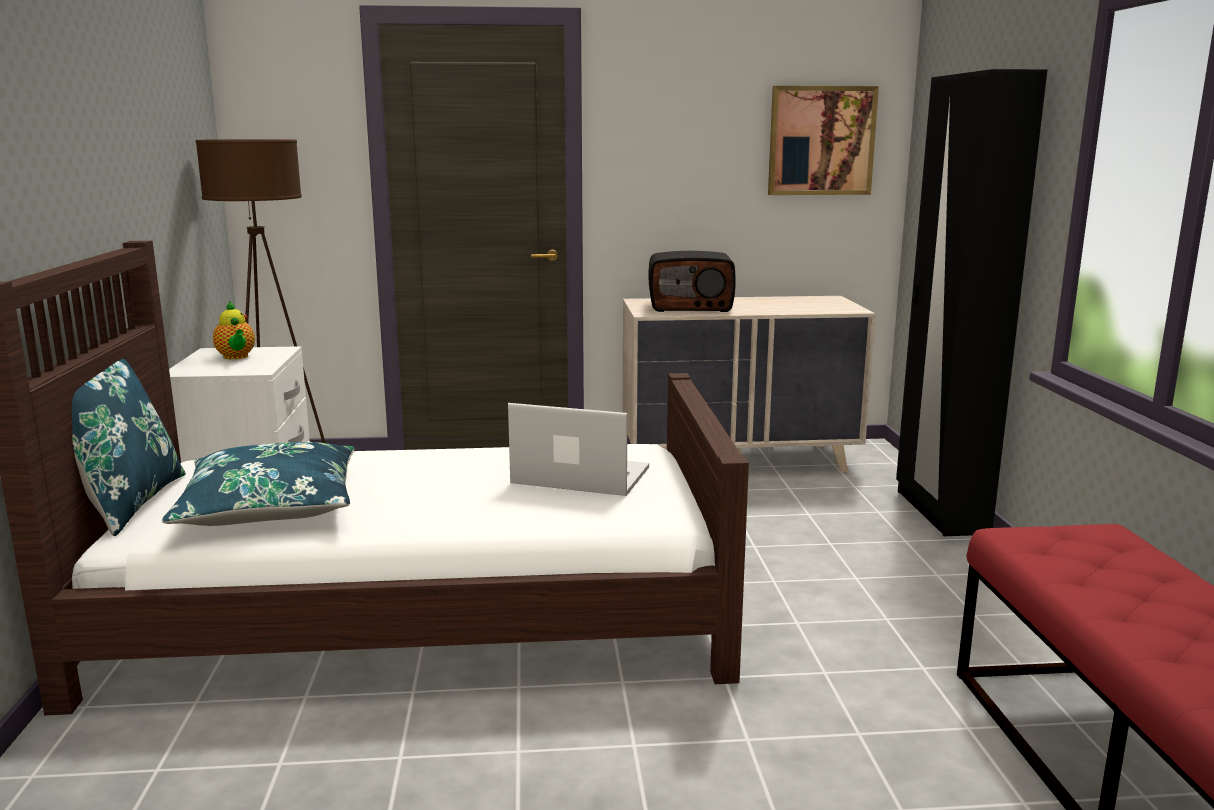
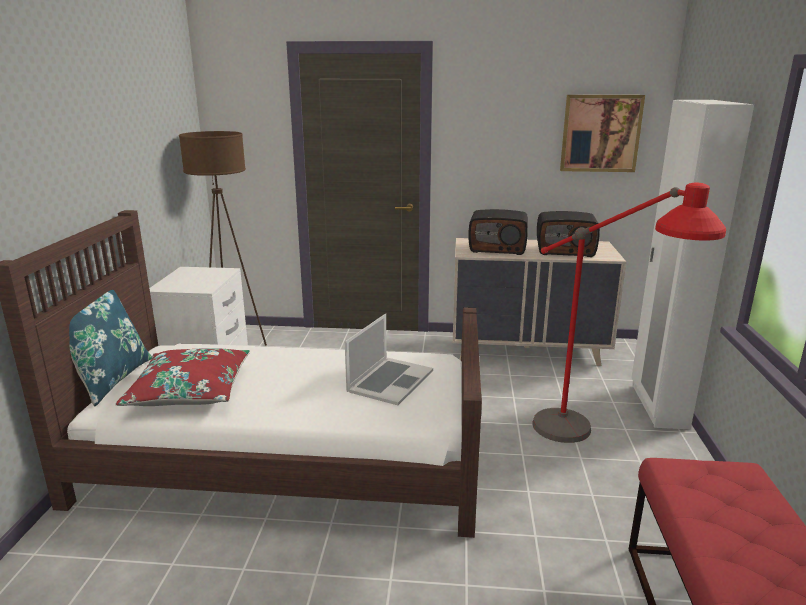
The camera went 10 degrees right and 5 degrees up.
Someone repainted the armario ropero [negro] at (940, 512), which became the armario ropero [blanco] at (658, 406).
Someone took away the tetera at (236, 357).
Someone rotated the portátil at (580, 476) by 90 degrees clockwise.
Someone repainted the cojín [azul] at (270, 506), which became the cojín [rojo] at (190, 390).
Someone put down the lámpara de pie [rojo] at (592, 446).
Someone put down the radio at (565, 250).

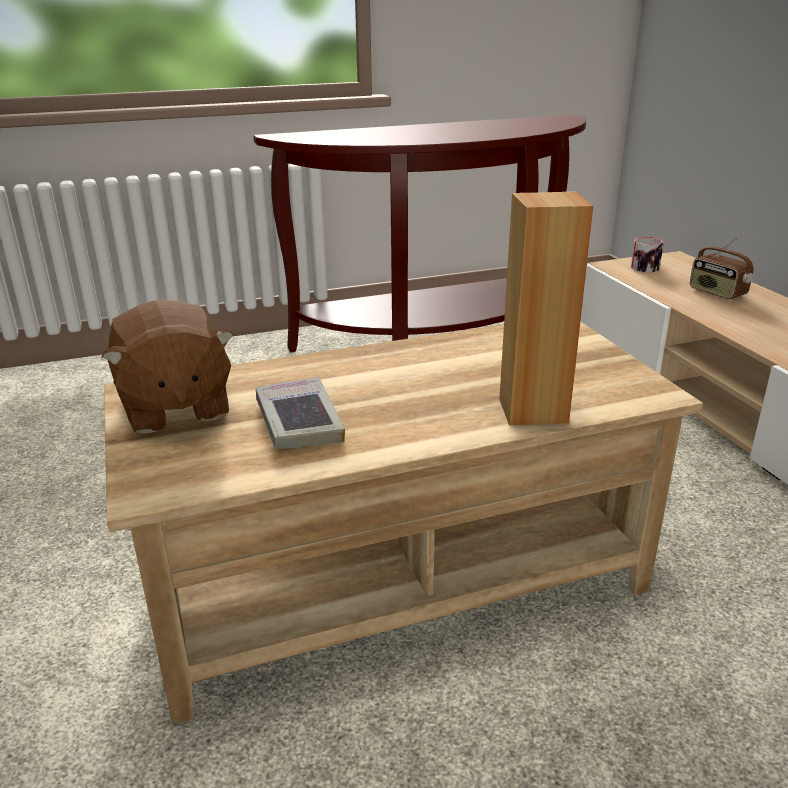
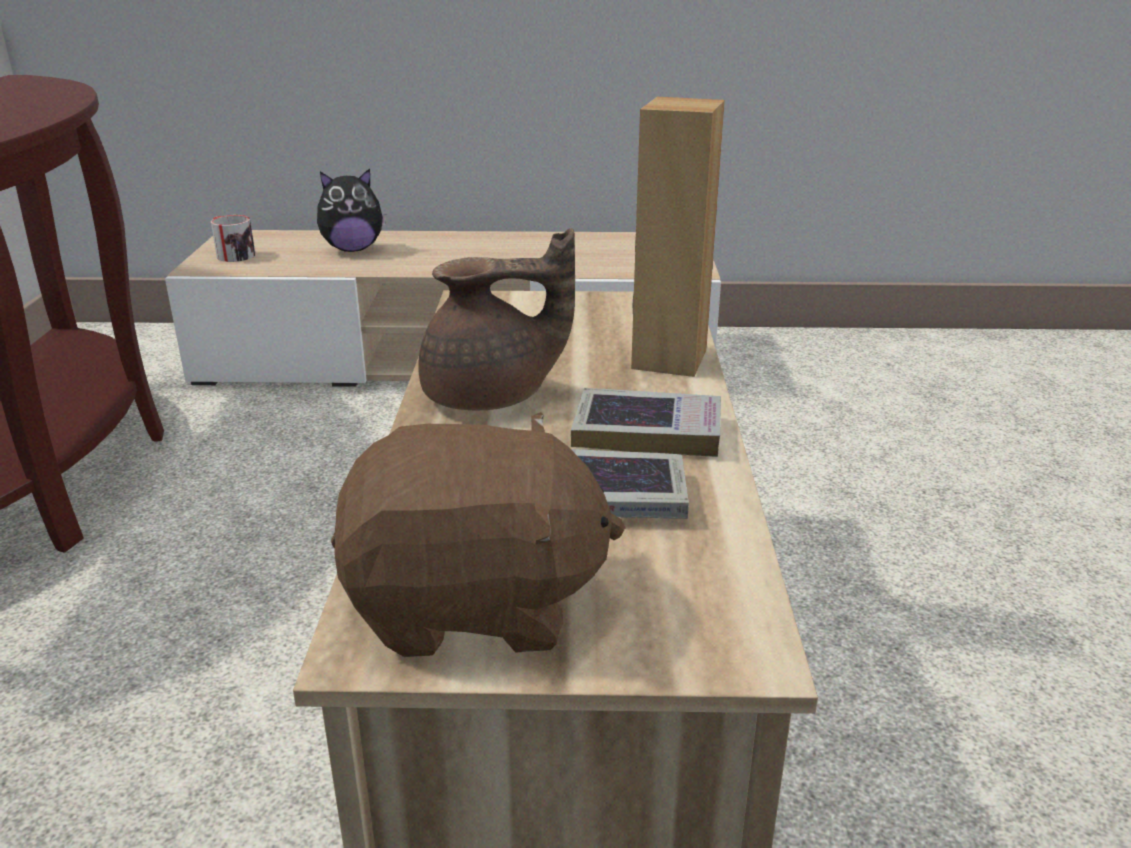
The camera went 70 degrees left and 0 degrees up.
Someone swapped the radio at (717, 292) for the peluche at (353, 249).
Someone put down the tetera [marrón] at (491, 397).
Someone put down the libro at (647, 432).

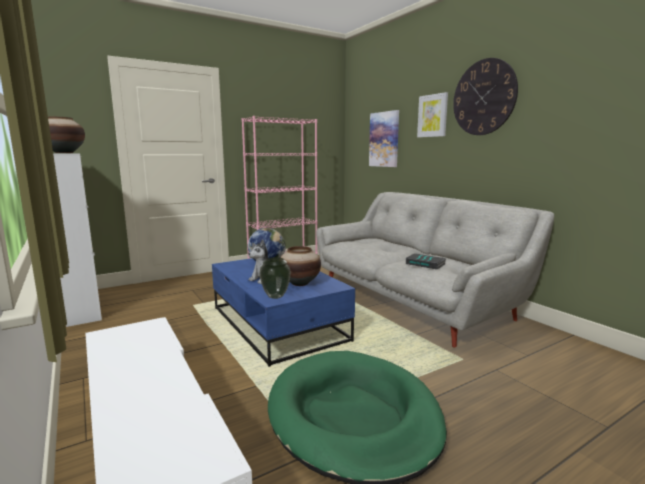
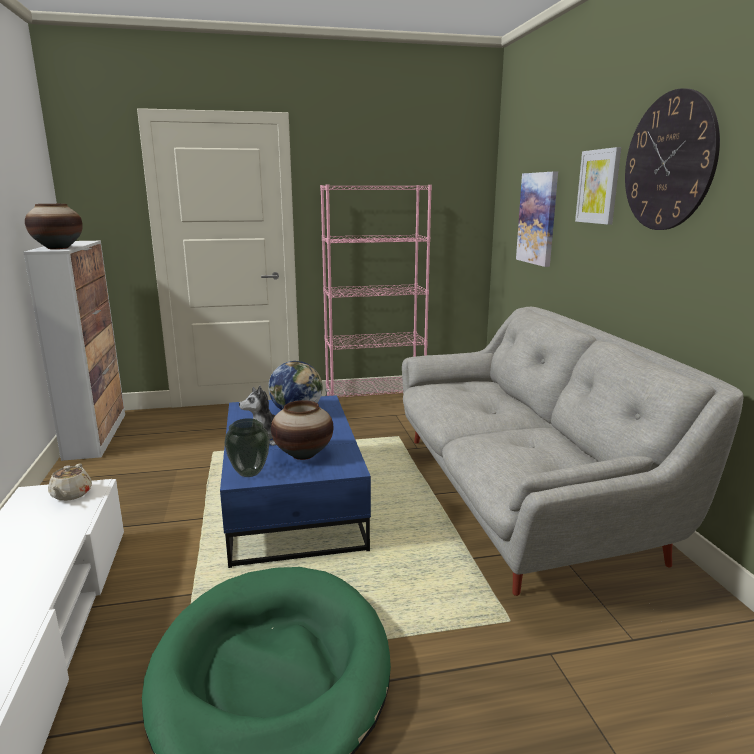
The camera went 20 degrees right and 5 degrees up.
Someone took away the libro at (426, 264).
Someone put down the tetera [beis] at (71, 494).

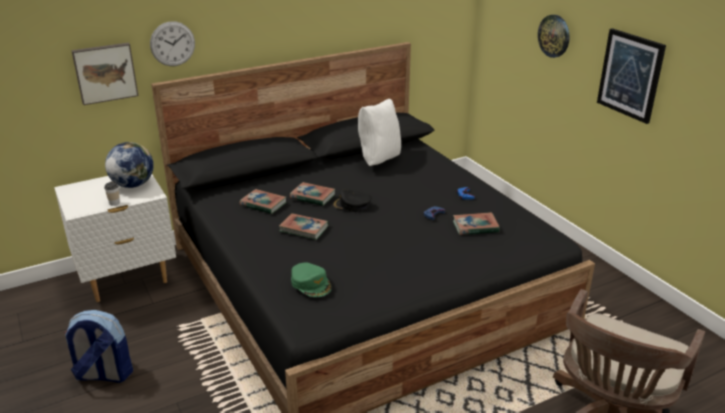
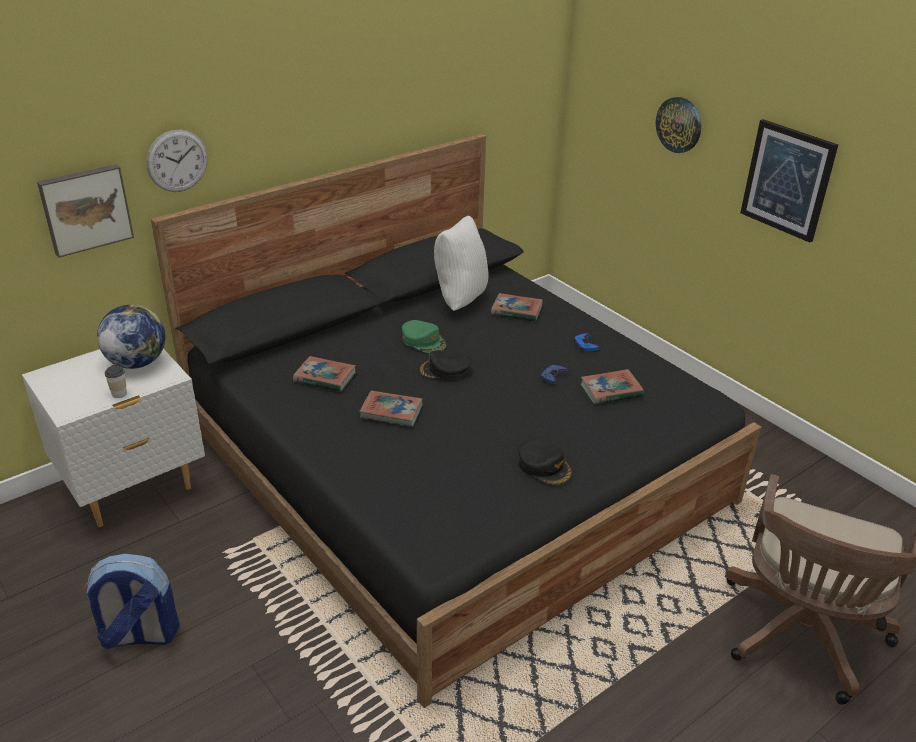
The camera went 10 degrees left and 5 degrees up.
Someone carried the libro from (312, 196) to (516, 311).
Someone carried the gorra [verde] from (311, 283) to (424, 341).
Someone put down the gorra [negro] at (544, 467).

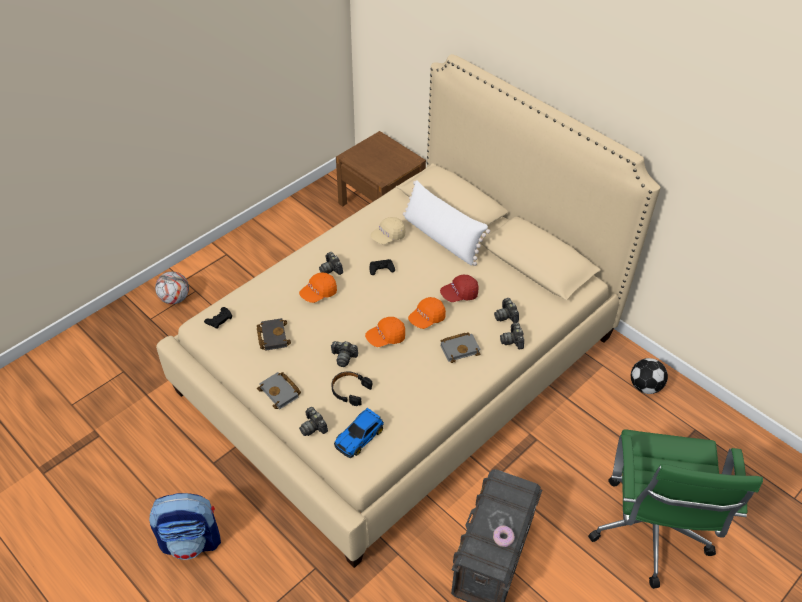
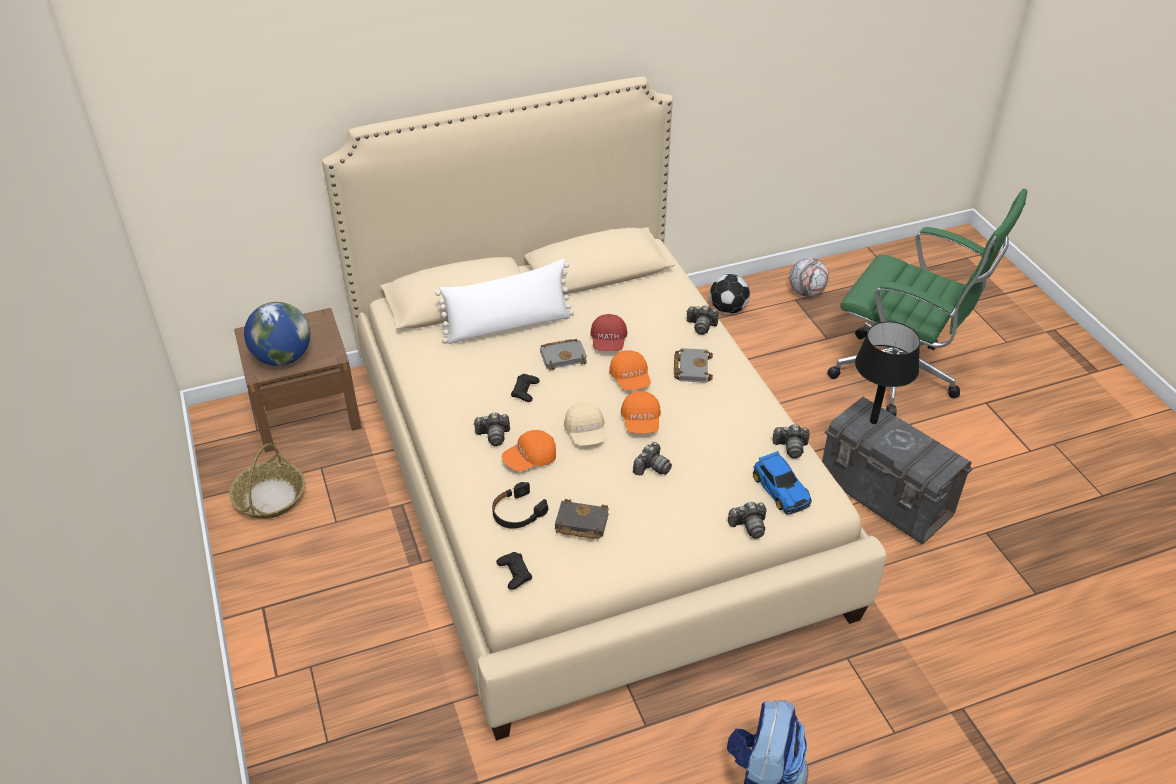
The camera went 65 degrees left and 5 degrees down.
Someone carried the gorra [beis] from (388, 236) to (586, 433).
Someone carried the balón de fútbol from (175, 299) to (806, 292).
Someone rotated the gorra [naranja] at (318, 293) by 75 degrees clockwise.
Someone carried the cámara from (506, 316) to (790, 447).
Someone carried the auriculares [negro] from (350, 390) to (517, 512).
Someone carried the libro [gris] from (281, 392) to (564, 356).
Someone took away the rosquilla at (503, 538).
Someone put down the globo terráqueo at (283, 358).
Someone put down the lámpara de mesa [negro] at (873, 421).
Someone put down the cesta at (270, 497).

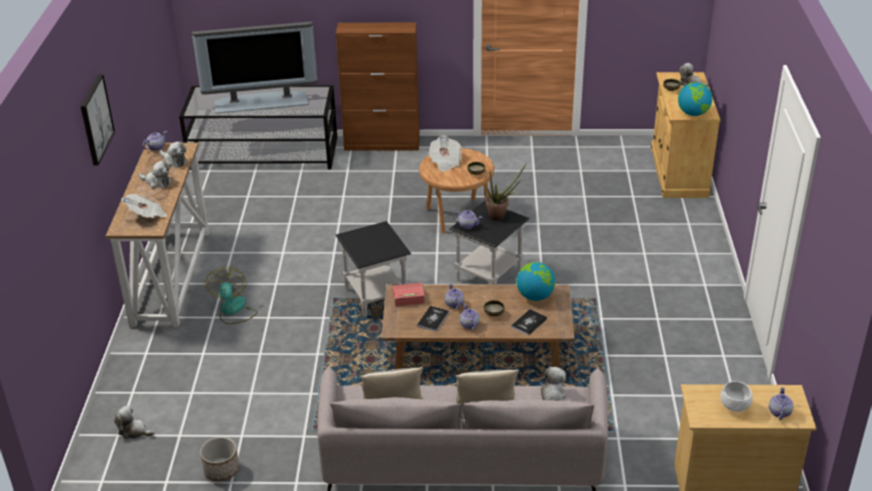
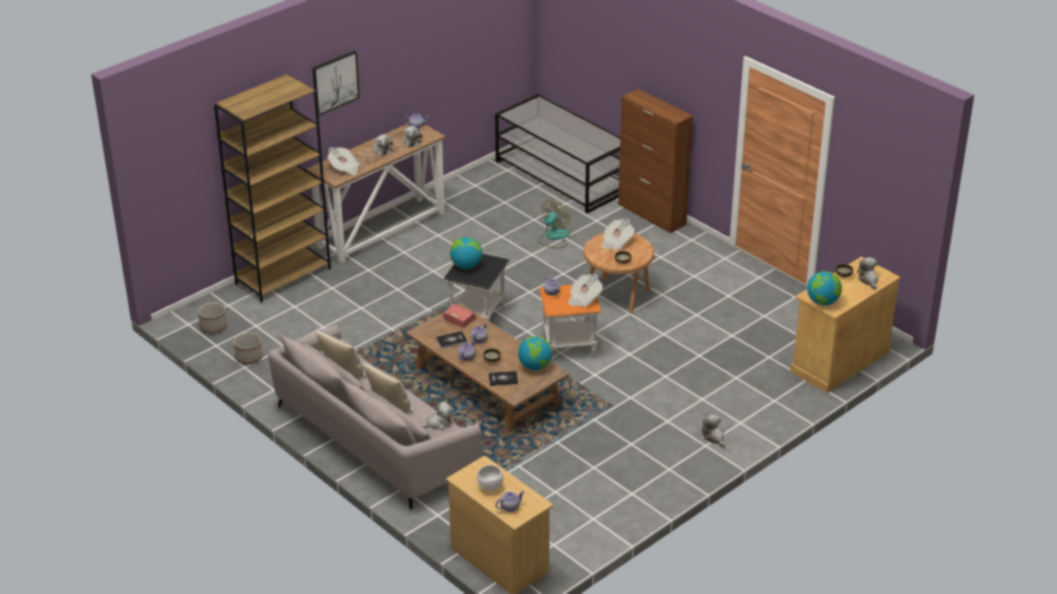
The camera went 45 degrees right and 0 degrees up.
Someone took away the televisor at (261, 101).
Someone swapped the planta en maceta at (500, 216) for the periódico at (583, 298).
Someone repainted the mesa auxiliar [negro] at (489, 276), which became the mesa auxiliar [naranja] at (569, 347).
Someone carried the ventilador from (233, 310) to (553, 237).
Someone carried the peluche from (134, 431) to (714, 437).
Someone put down the estantería [marrón] at (283, 276).
Someone put down the globo terráqueo at (466, 266).
Someone put down the maceta at (213, 327).

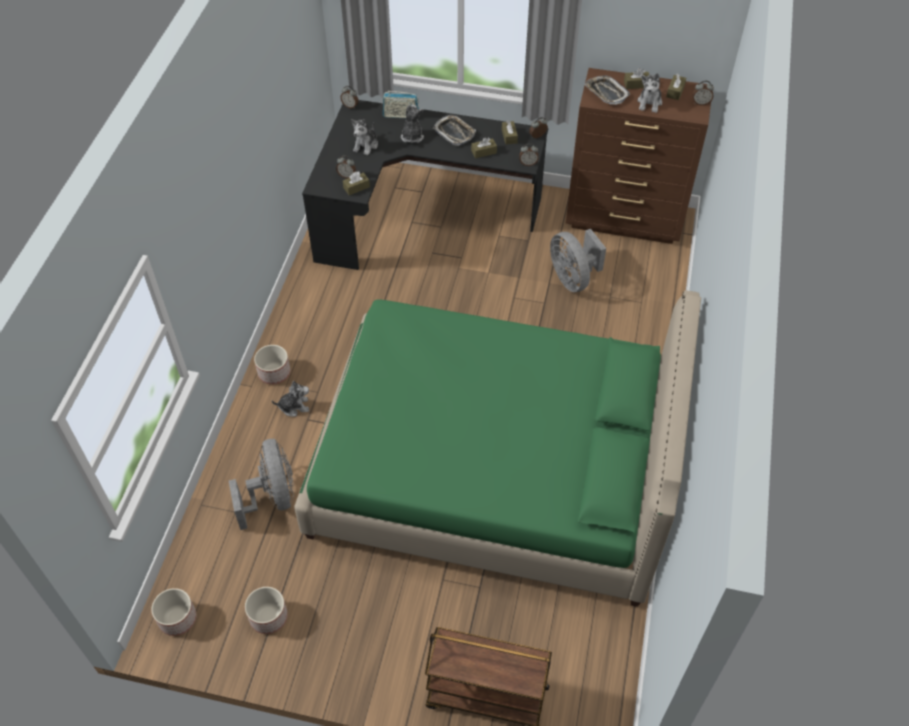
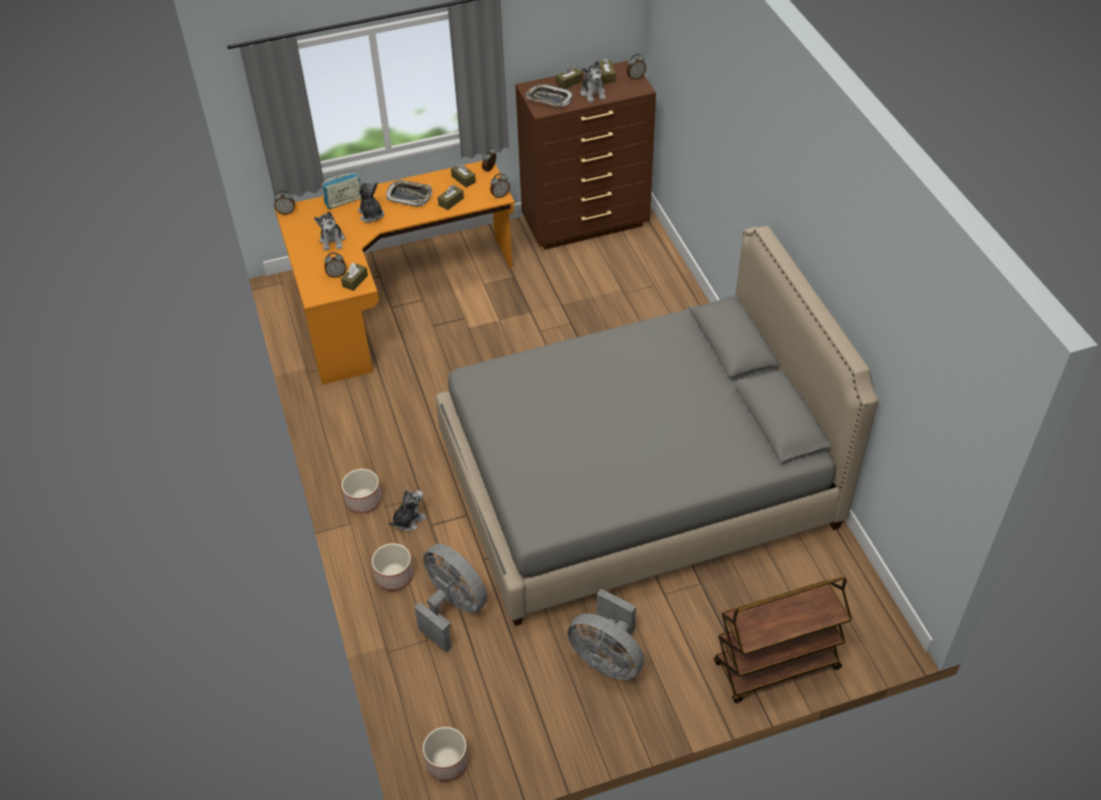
The camera went 30 degrees left and 5 degrees down.
Someone repainted the escritorio [negro] at (418, 214), which became the escritorio [naranja] at (392, 298).
Someone carried the ventilador [gris] from (572, 278) to (607, 658).
Someone repainted the cama [verde] at (493, 469), which became the cama [gris] at (636, 482).
Someone carried the maceta from (268, 616) to (394, 576).

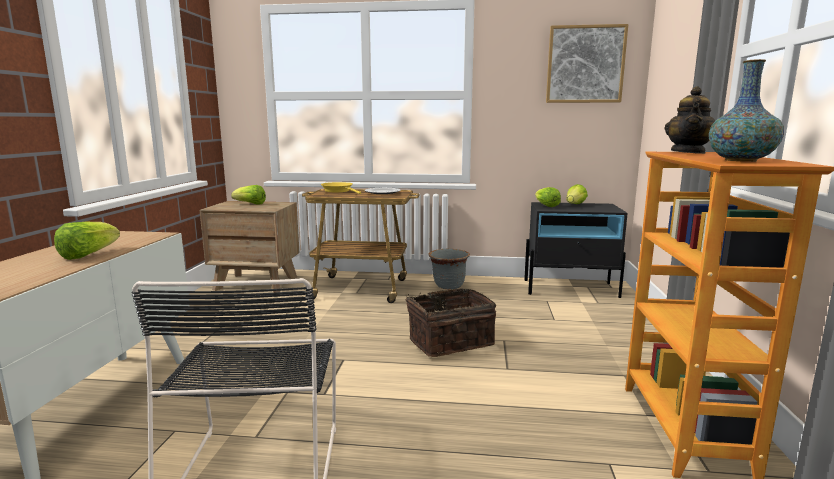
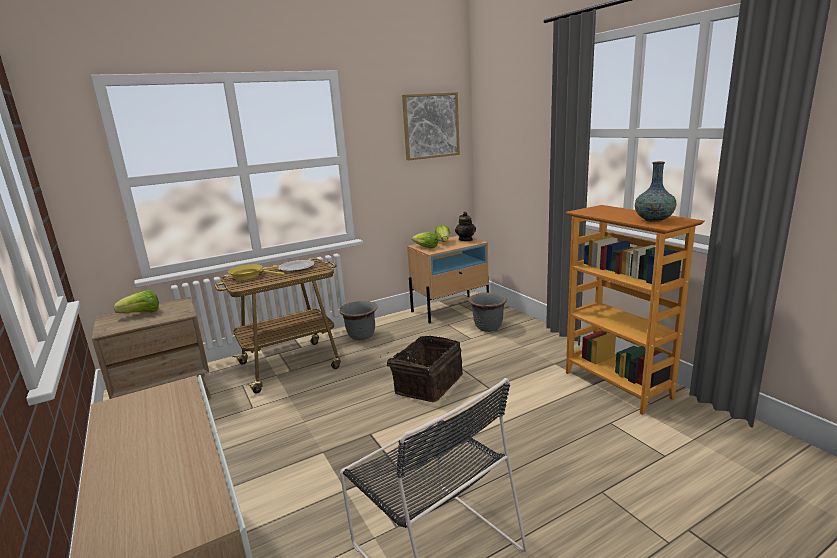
The camera went 35 degrees left and 5 degrees up.
Someone carried the tetera from (688, 152) to (466, 239).
Someone repainted the mesita de noche [negro] at (571, 288), which became the mesita de noche [beis] at (450, 308).
Someone took away the lechuga at (88, 255).
Someone put down the maceta [gris] at (487, 327).

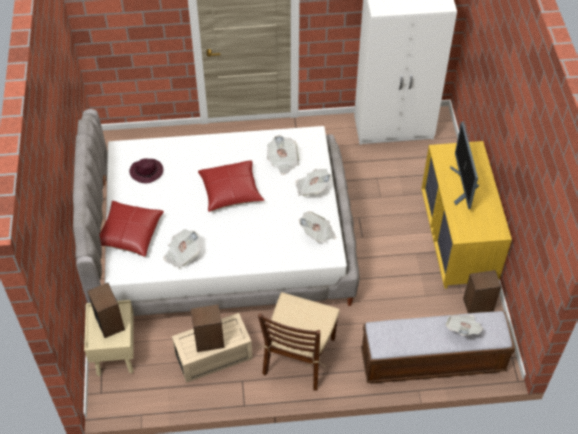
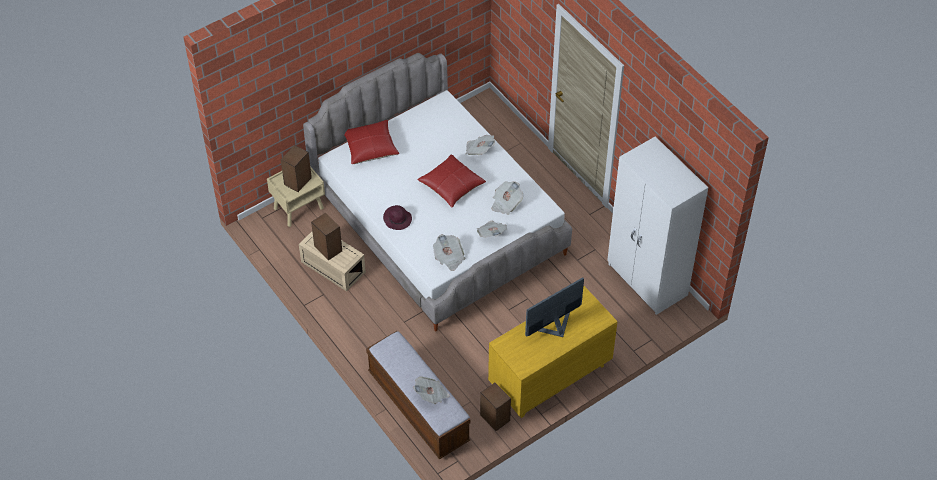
The camera went 60 degrees right and 0 degrees up.
Someone carried the sombrero [morado] from (147, 172) to (397, 219).
Someone carried the periódico from (182, 254) to (479, 150).
Someone took away the silla [marrón] at (299, 357).

